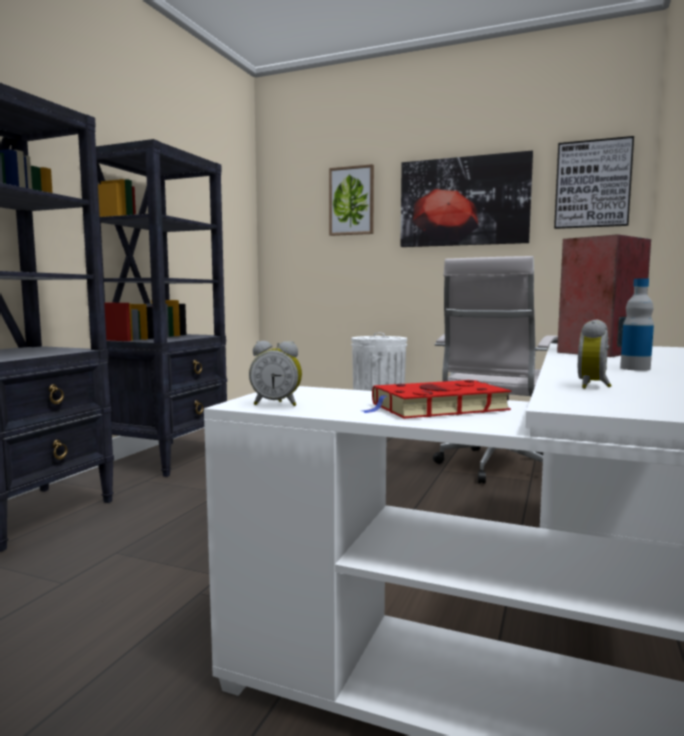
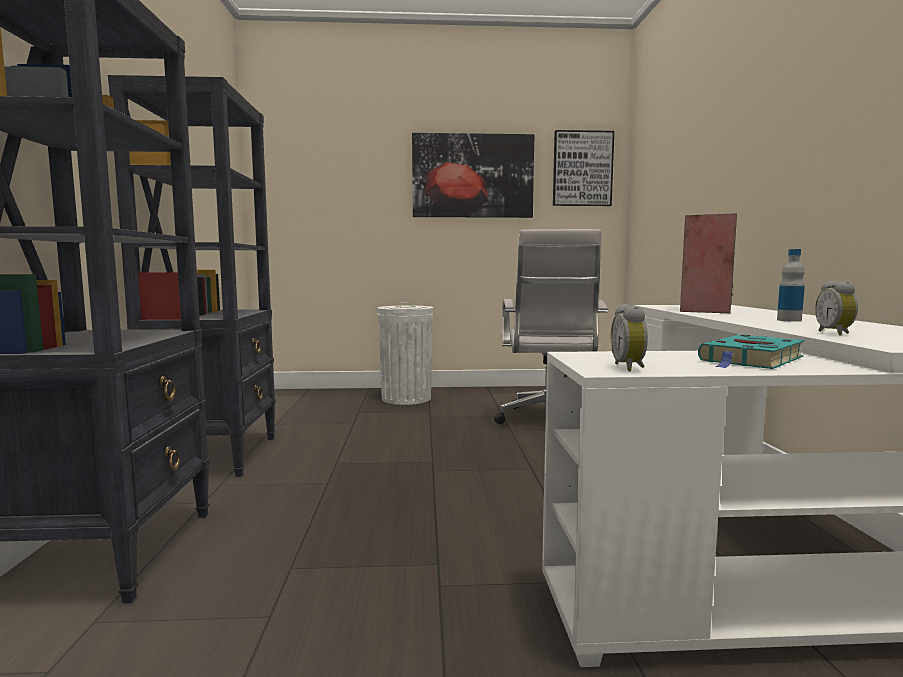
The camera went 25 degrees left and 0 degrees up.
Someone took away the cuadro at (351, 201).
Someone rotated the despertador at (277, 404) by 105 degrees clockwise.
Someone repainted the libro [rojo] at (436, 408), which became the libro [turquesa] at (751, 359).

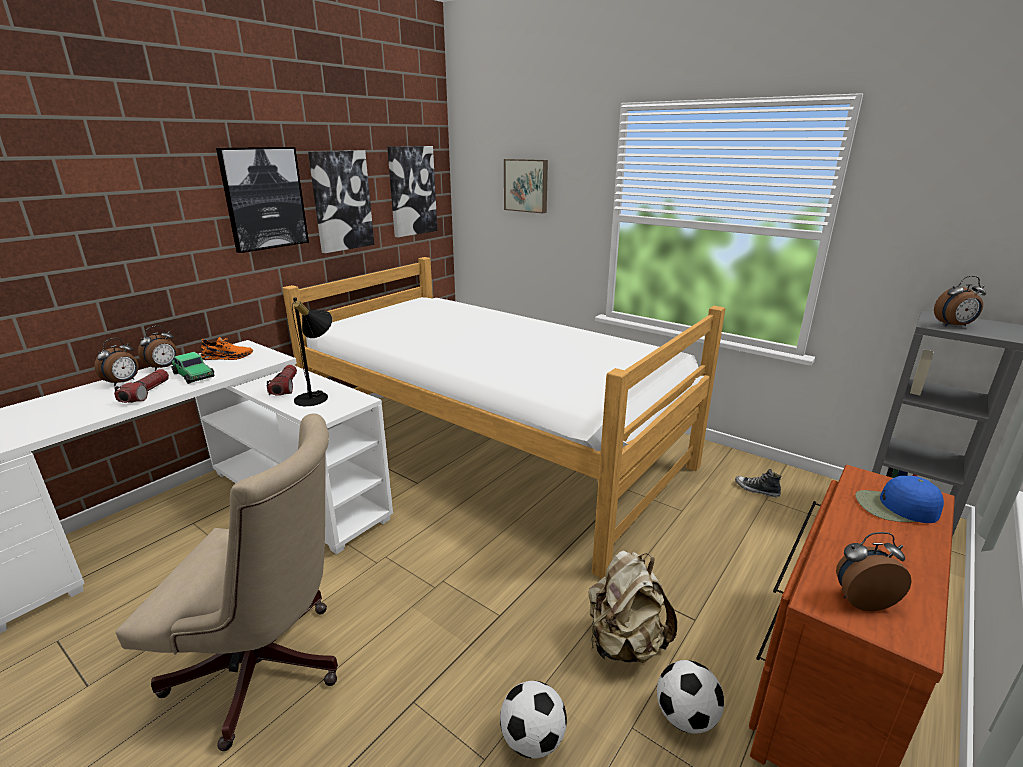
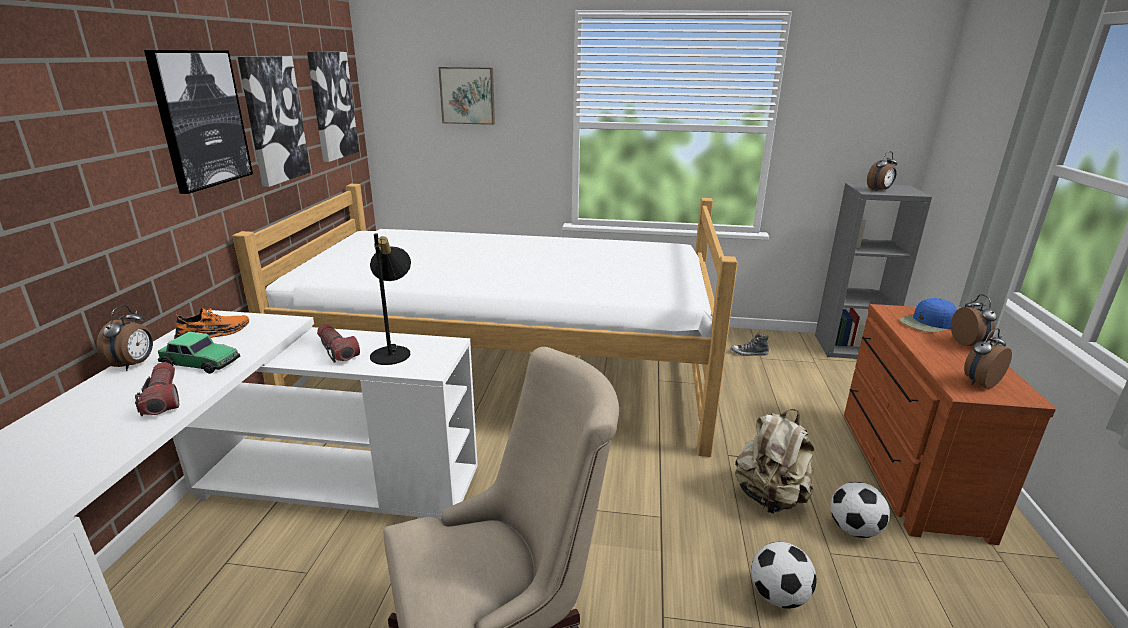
The camera went 30 degrees left and 0 degrees up.
Someone carried the despertador from (123, 382) to (968, 344).

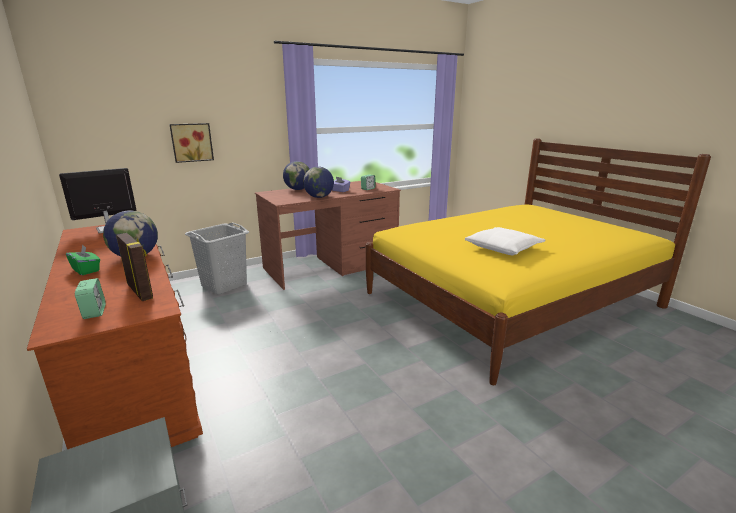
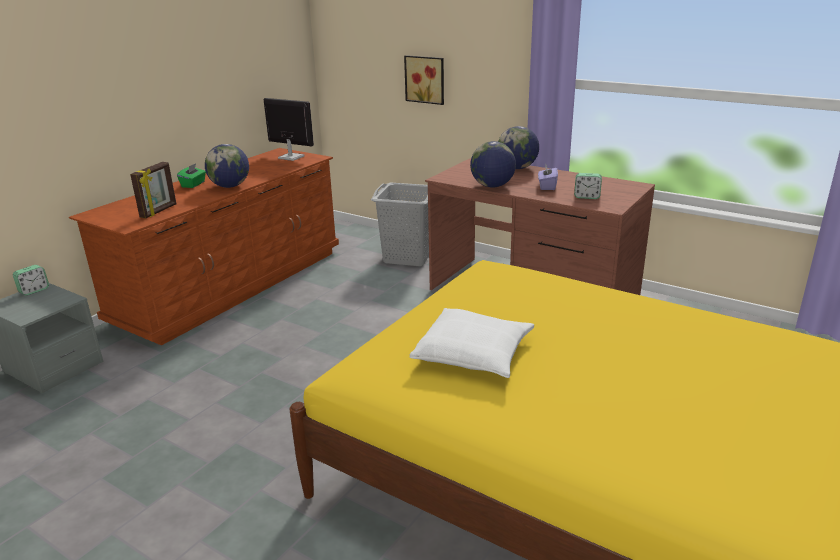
The camera went 65 degrees right and 5 degrees up.
Someone carried the despertador from (94, 312) to (34, 290).

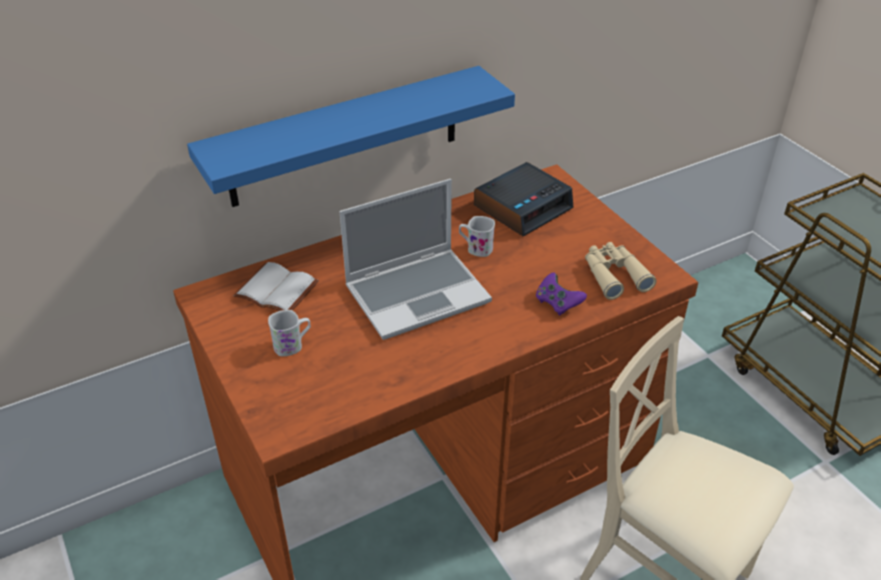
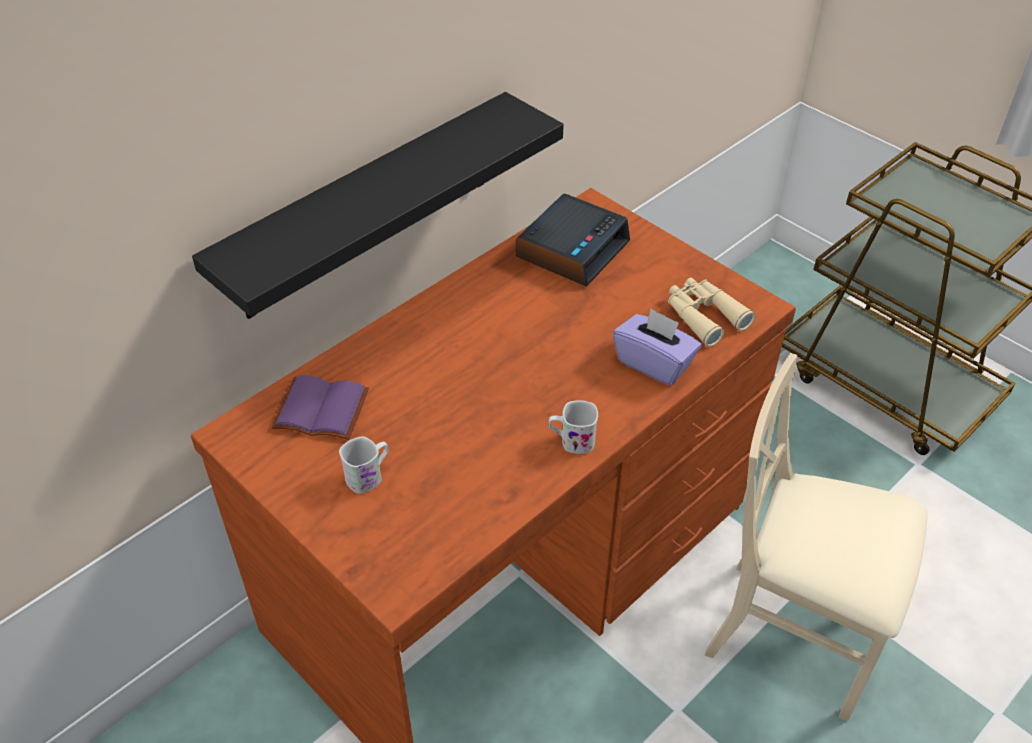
The camera went 15 degrees left and 5 degrees up.
Someone repainted the estante [azul] at (345, 137), which became the estante [negro] at (367, 207).
Someone took away the portátil at (418, 293).
Someone carried the taza grande [blanco] from (475, 248) to (572, 441).
Someone repainted the libro [blanco] at (274, 291), which became the libro [morado] at (319, 411).
Someone swapped the mando de consola [morado] at (557, 303) for the caja de pañuelos [morado] at (654, 363).

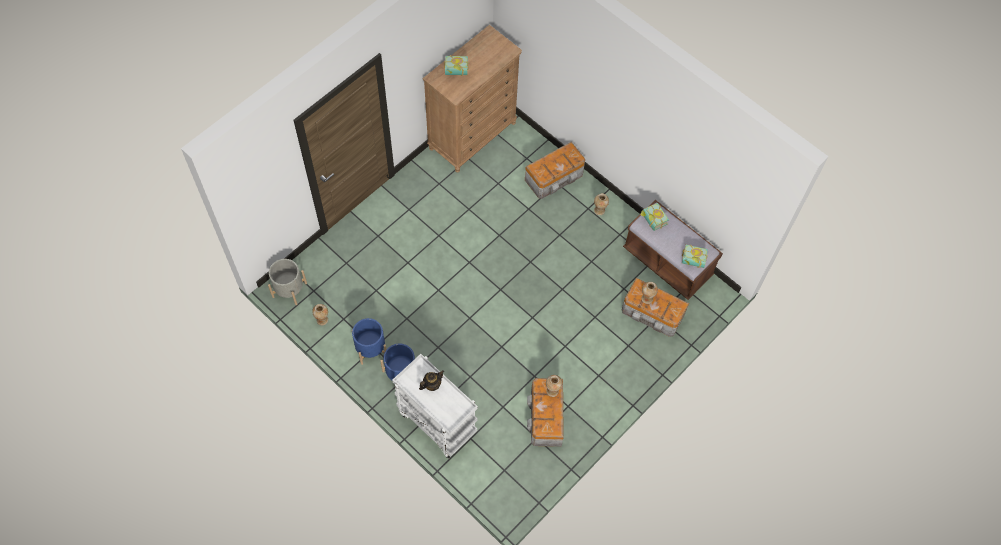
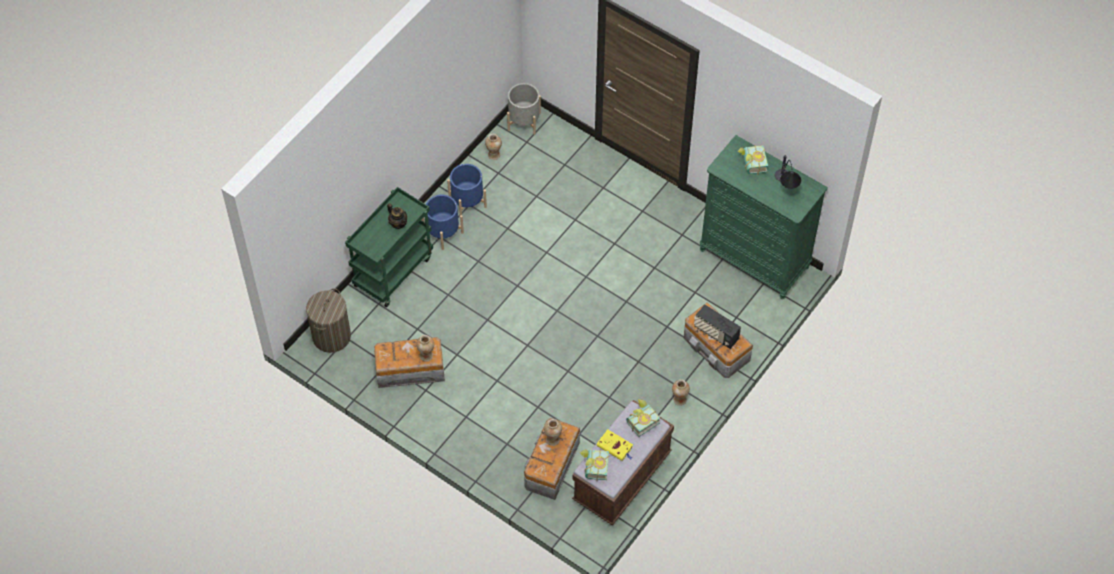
The camera went 85 degrees right and 5 degrees down.
Someone repainted the cómoda [marrón] at (472, 136), which became the cómoda [verde] at (754, 259).
Someone repainted the carrito [blanco] at (436, 422), which became the carrito [verde] at (393, 270).
Someone put down the lámpara de mesa at (785, 187).
Someone put down the cesto de la ropa at (331, 336).
Someone put down the radio at (716, 333).
Someone put down the libro [amarillo] at (615, 447).

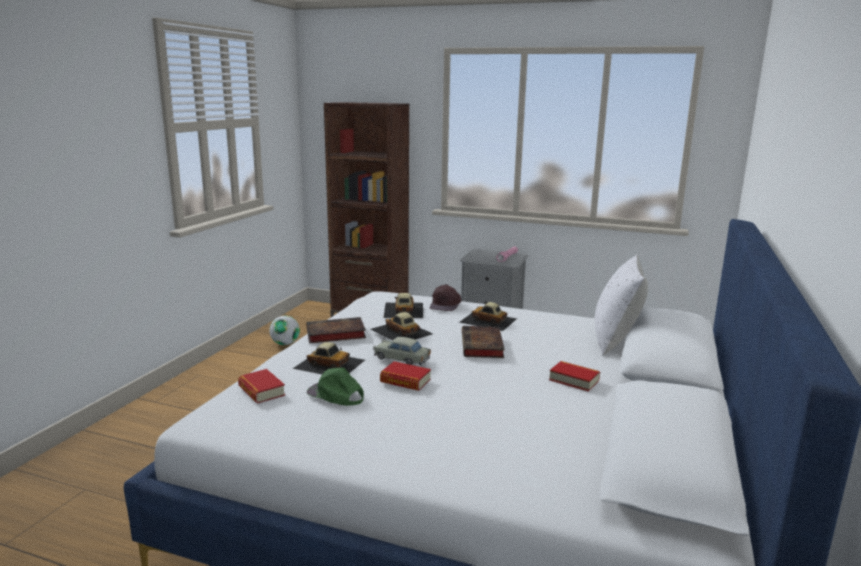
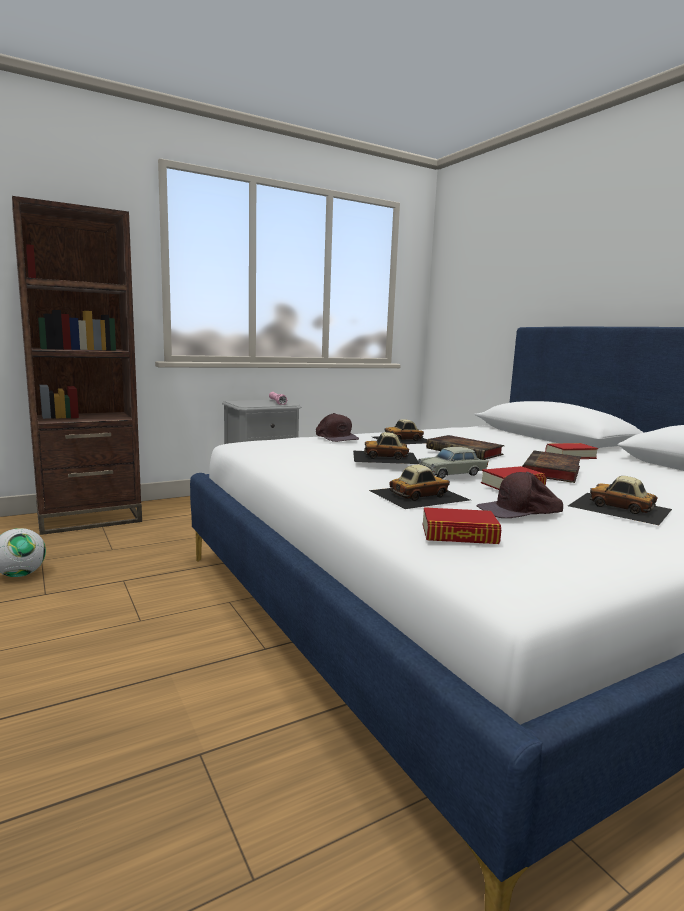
The camera went 50 degrees left and 5 degrees down.
Someone took away the cojín [blanco] at (616, 341).
Someone carried the coche de juguete from (403, 310) to (620, 507).
Someone carried the libro from (334, 334) to (552, 472).
Someone repainted the gorra [verde] at (336, 395), which became the gorra [marrón] at (520, 511).

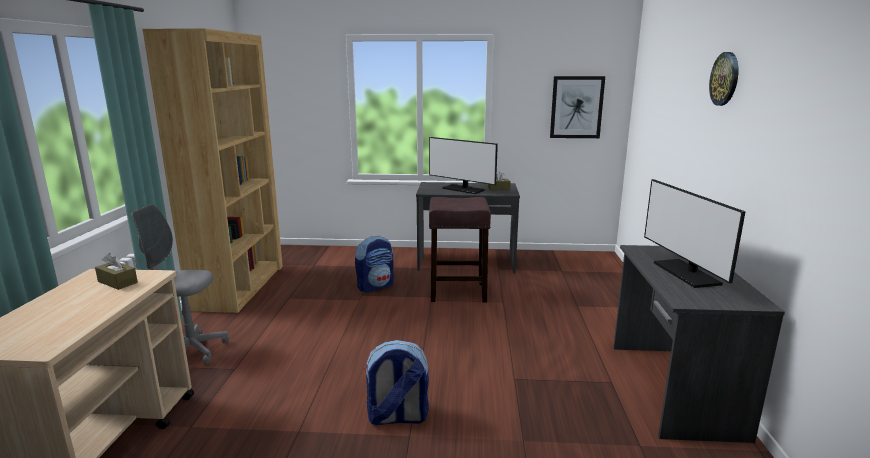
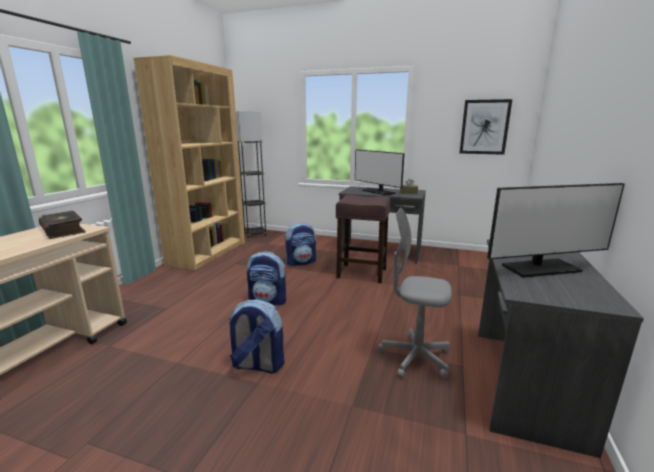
The camera went 15 degrees right and 0 degrees up.
Someone took away the reloj de pared at (725, 79).
Someone rotated the monitor at (686, 273) by 105 degrees counterclockwise.
Someone carried the silla de oficina [gris] from (190, 351) to (415, 358).
Someone swapped the caja de pañuelos [marrón] at (117, 282) for the libro at (64, 230).
Someone put down the lámpara de pie [negro] at (255, 234).
Someone put down the mochila at (268, 300).

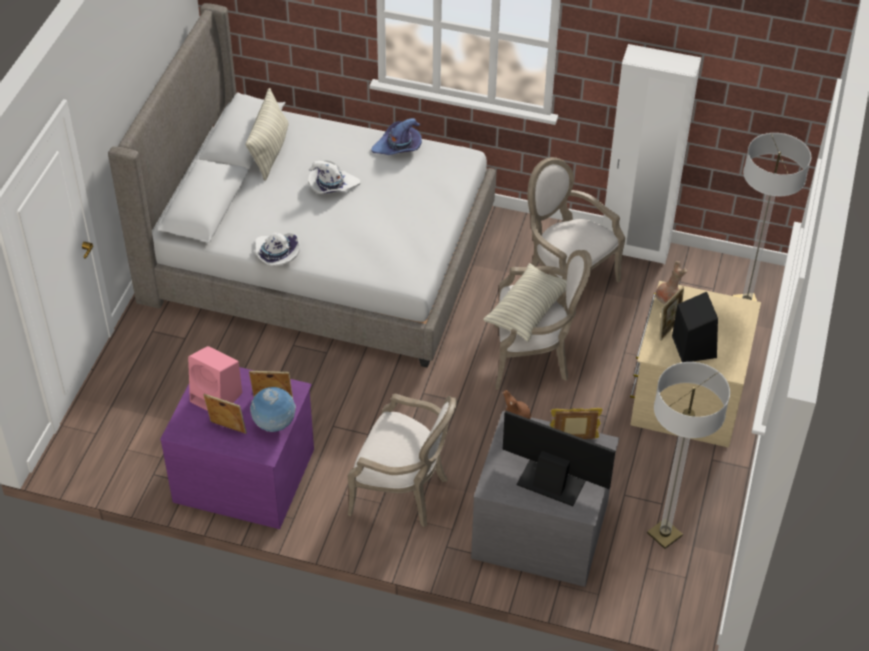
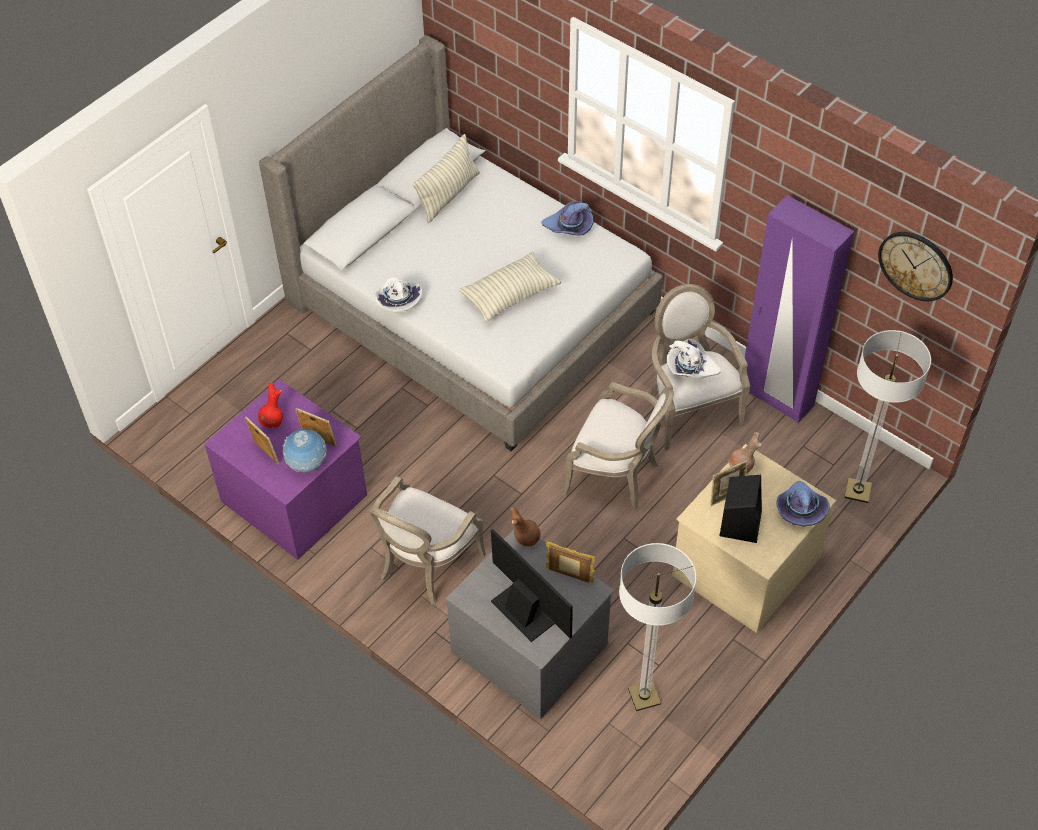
The camera went 25 degrees right and 5 degrees up.
Someone repainted the armario ropero [blanco] at (634, 249), which became the armario ropero [morado] at (776, 397).
Someone carried the sombrero [blanco] from (332, 185) to (690, 367).
Someone carried the cojín from (528, 310) to (510, 295).
Someone swapped the altavoz [rosa] at (217, 397) for the florero [rojo] at (273, 421).
Someone rotated the sillón at (404, 493) by 75 degrees clockwise.
Someone put up the reloj de pared at (916, 265).
Someone put down the sombrero [morado] at (800, 509).

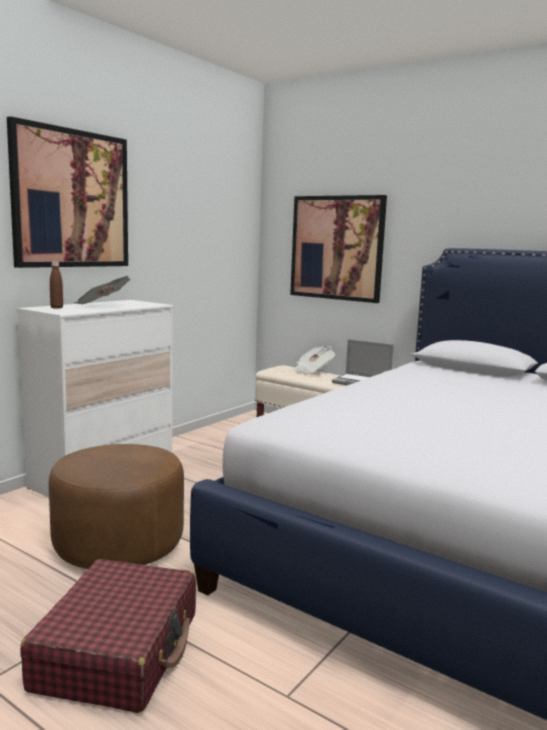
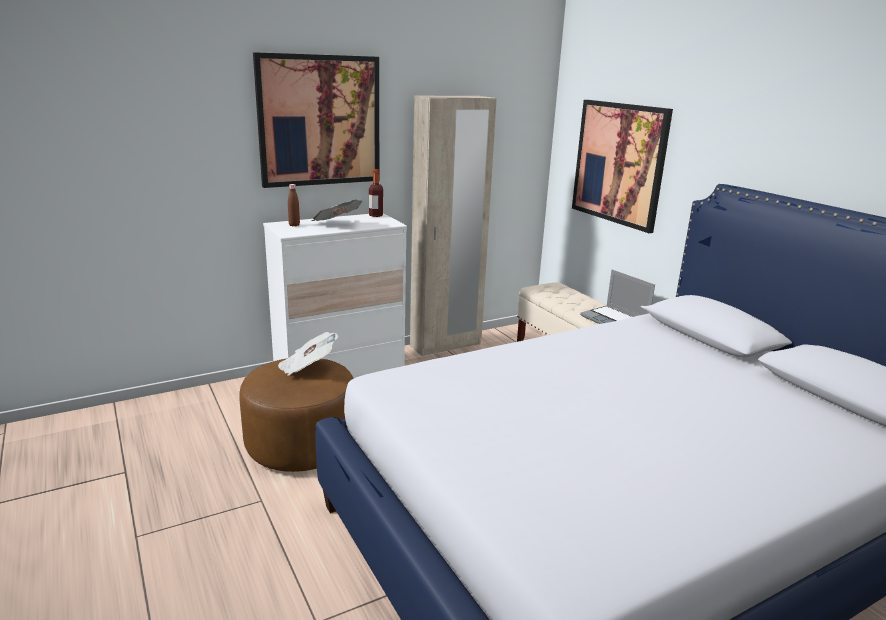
The camera went 25 degrees right and 10 degrees up.
Someone carried the periódico from (312, 371) to (307, 367).
Someone took away the maleta [rojo] at (119, 651).
Someone put down the armario ropero [beis] at (445, 345).
Someone put down the botella at (376, 215).

